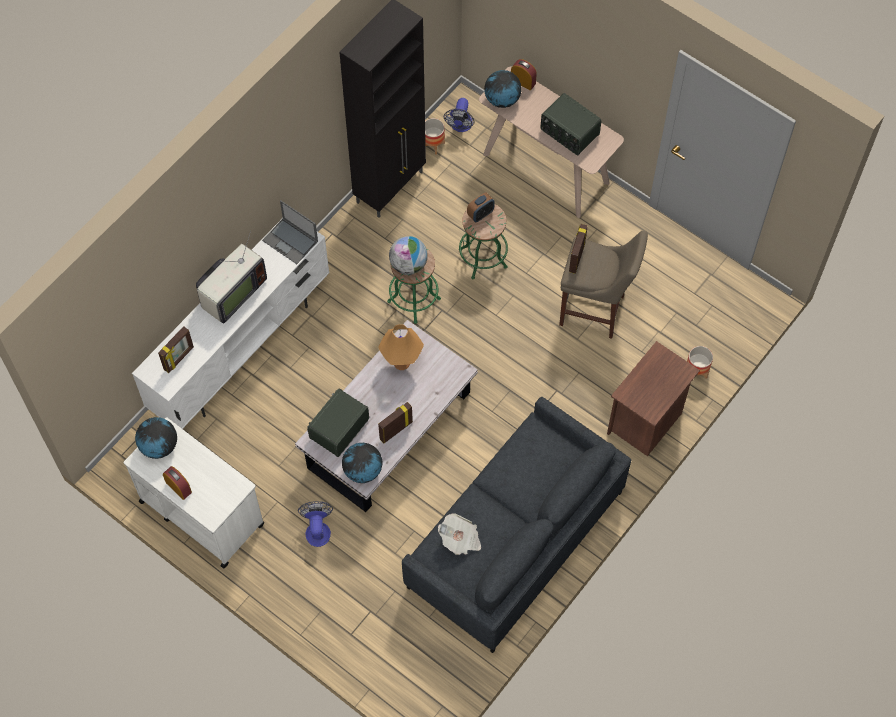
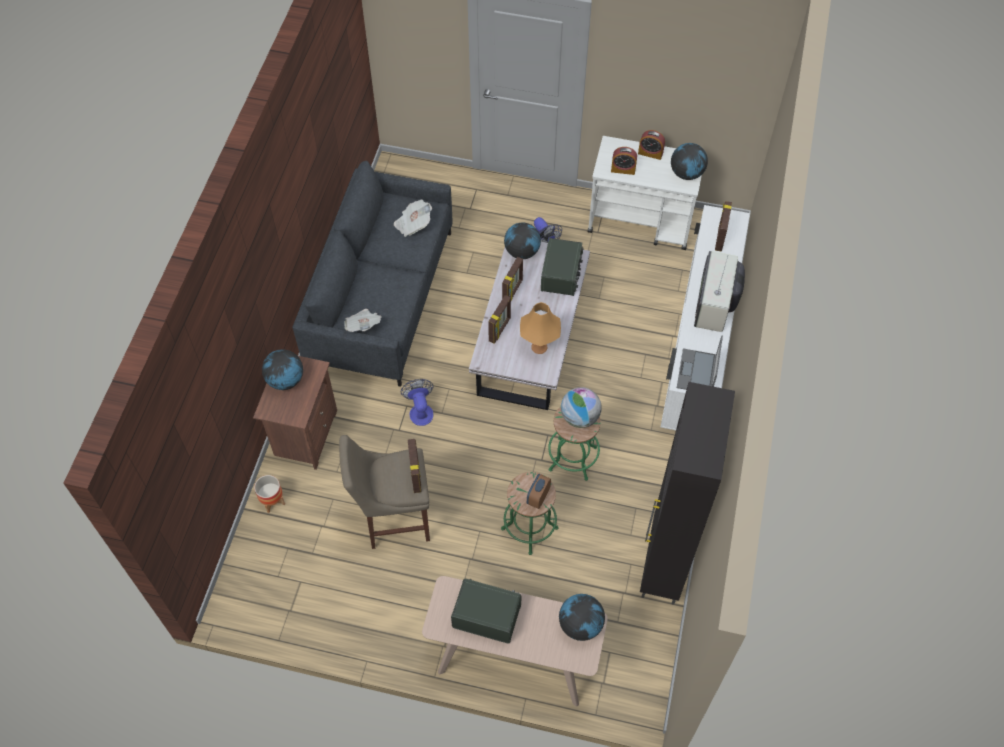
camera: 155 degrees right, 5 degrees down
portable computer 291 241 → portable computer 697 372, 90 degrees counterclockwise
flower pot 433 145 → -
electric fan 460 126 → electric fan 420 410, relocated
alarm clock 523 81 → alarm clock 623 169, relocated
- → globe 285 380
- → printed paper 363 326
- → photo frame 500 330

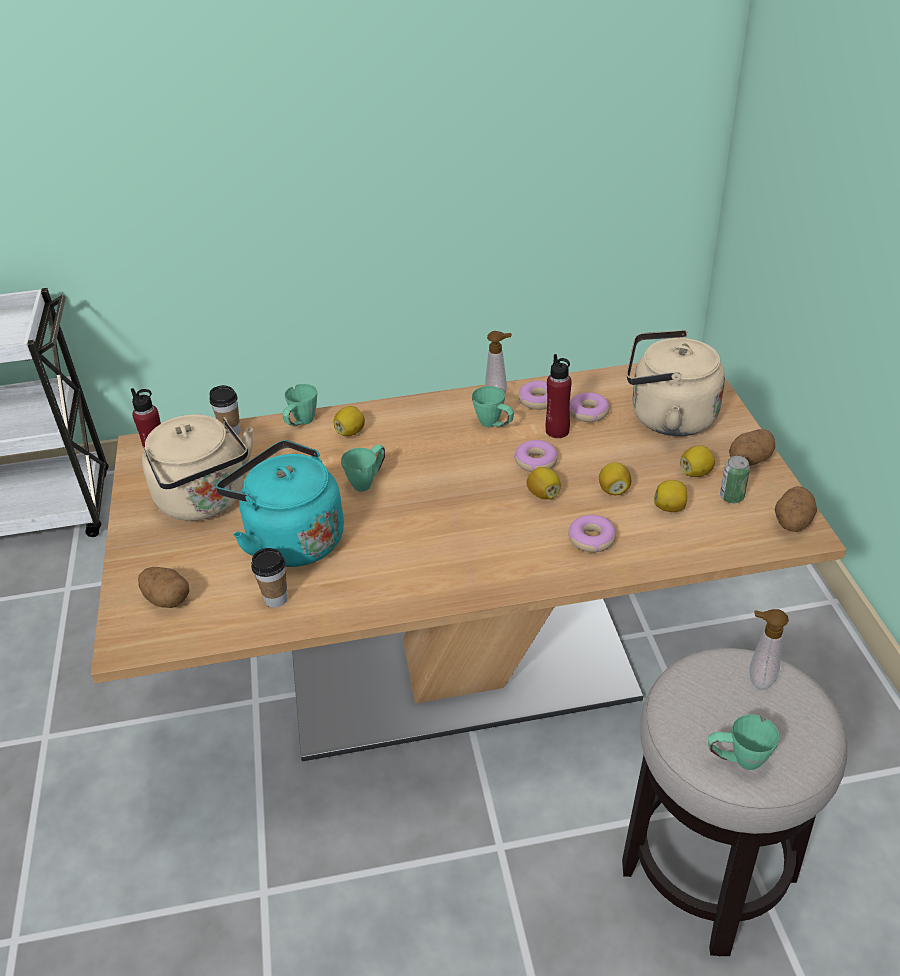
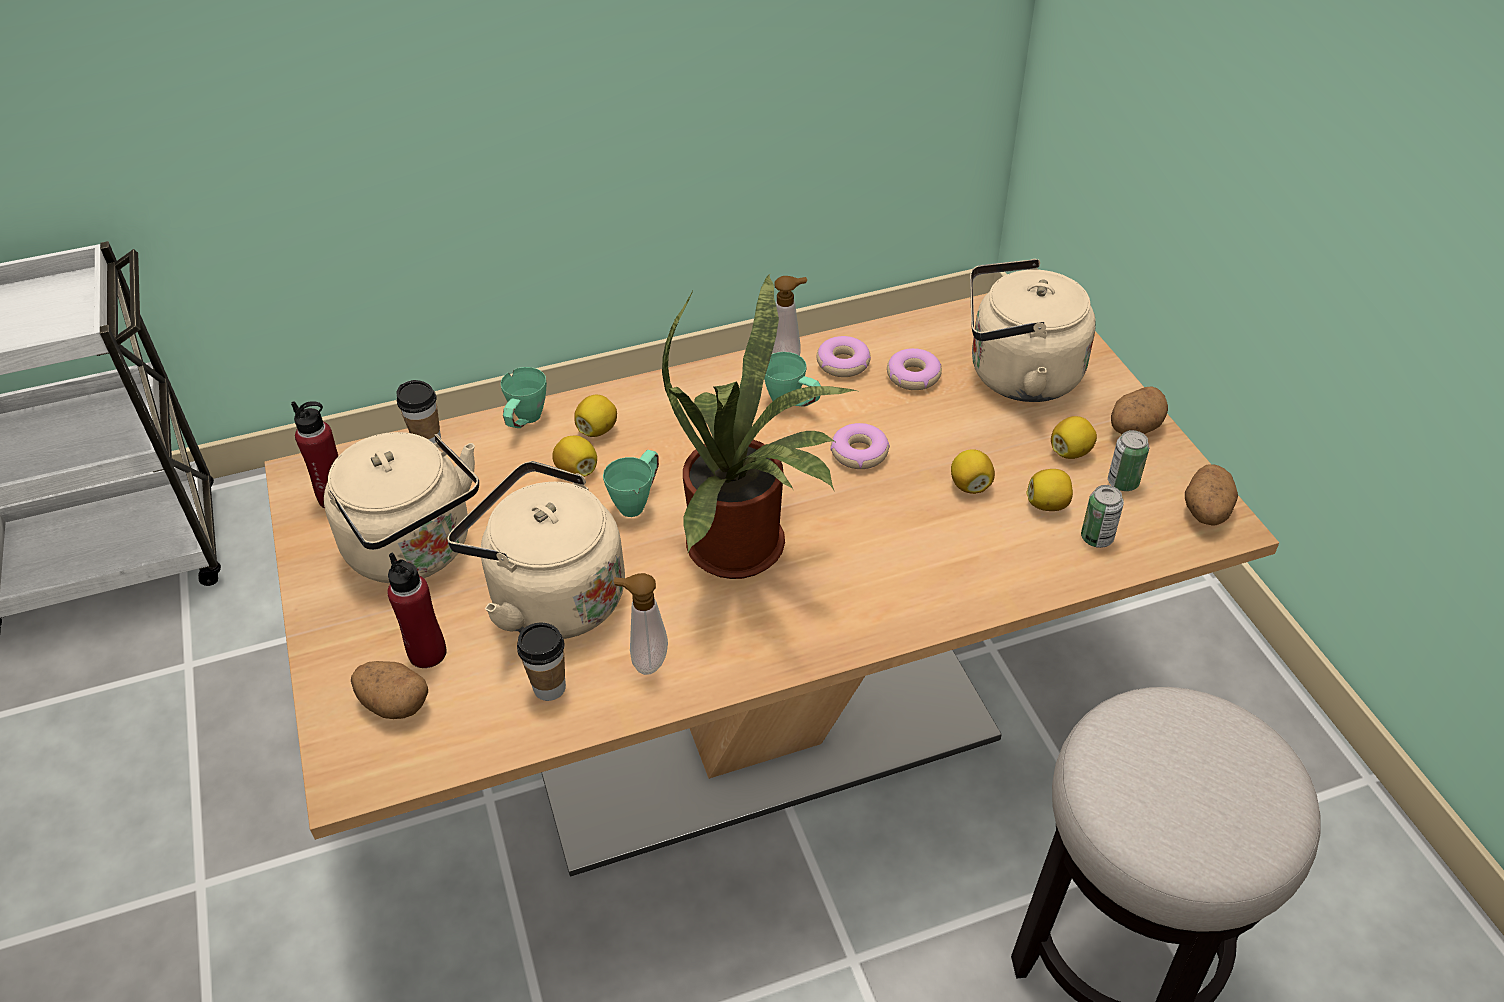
camera: 10 degrees left, 5 degrees up
turquoise-coloured water kettle 291 539 → beige-coloured water kettle 550 596
citrus fruit 543 494 → citrus fruit 577 470, relocated
red beverage bottle 557 431 → red beverage bottle 427 653, relocated
ring doughnut 591 539 → -
green-coloured mug 737 760 → -
liquid soap bottle 758 678 → liquid soap bottle 646 660, relocated
- → houseplant 746 550
- → can 1096 538

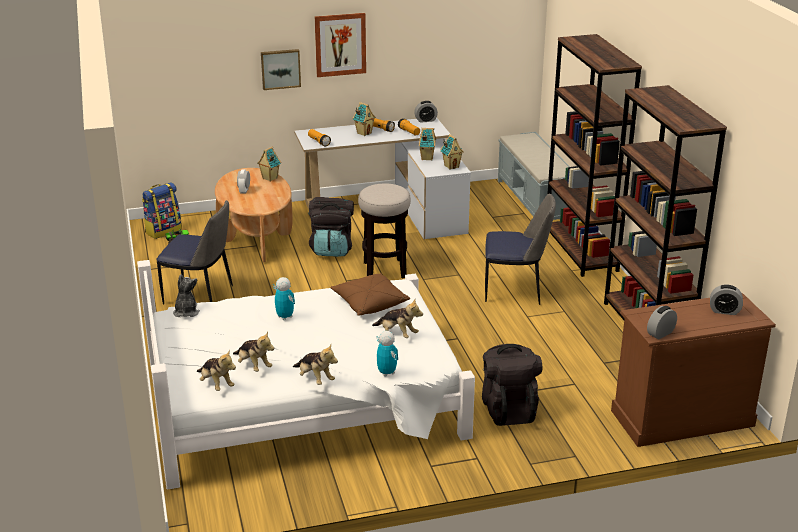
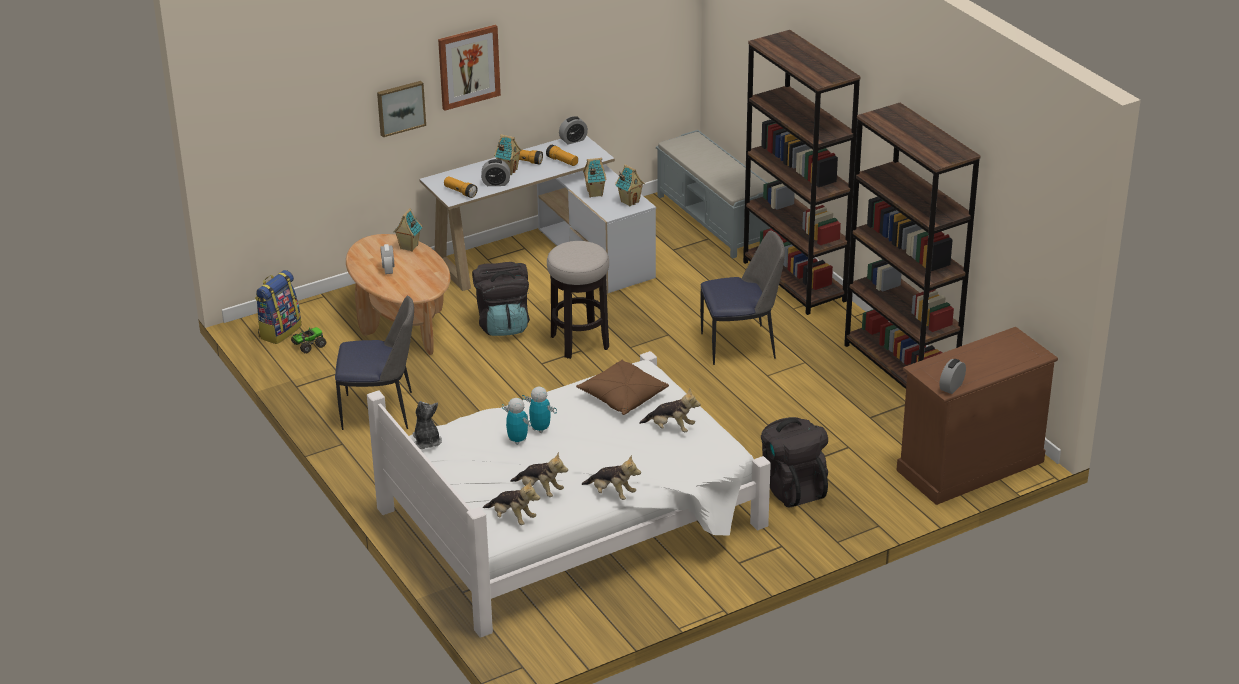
camera: 15 degrees left, 5 degrees up
toy robot 386 373 → toy robot 517 440, relocated
alarm clock 724 311 → alarm clock 496 183, relocated

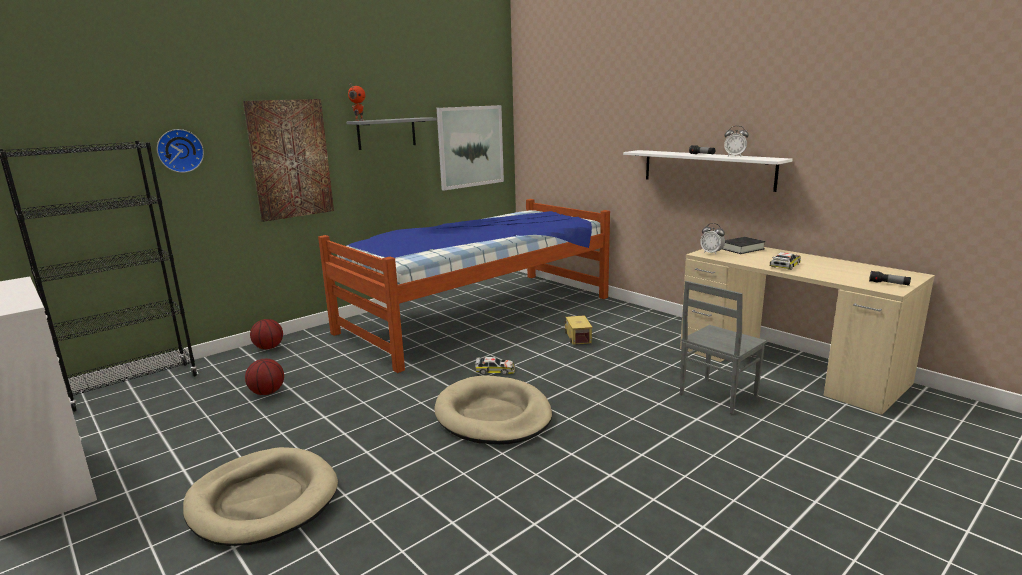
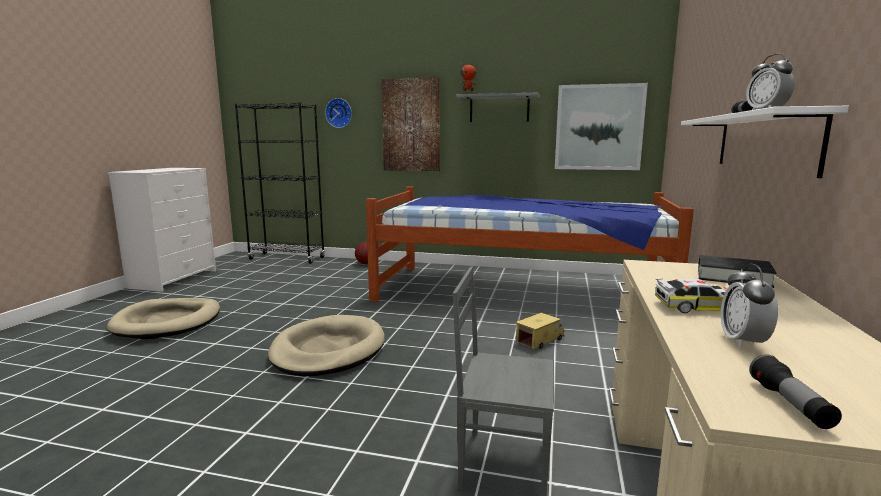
camera: 55 degrees right, 5 degrees down
basketball ball 267 393 → -
toy car 495 370 → -
alarm clock 711 253 → alarm clock 743 342, relocated

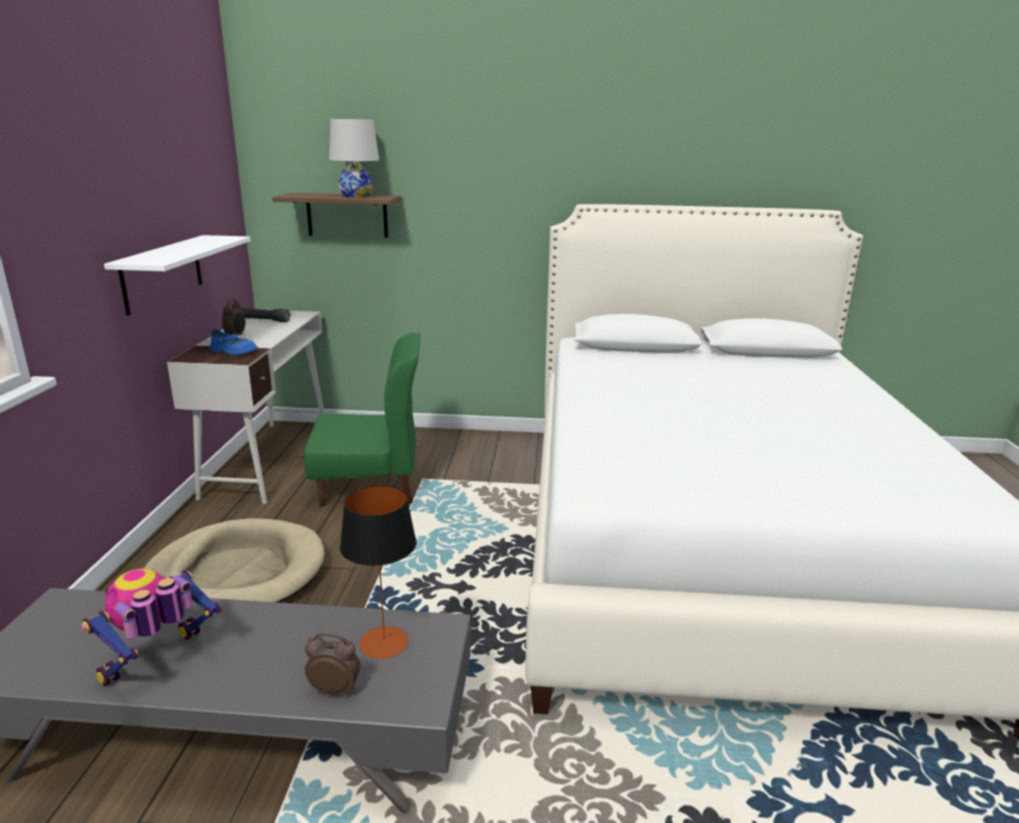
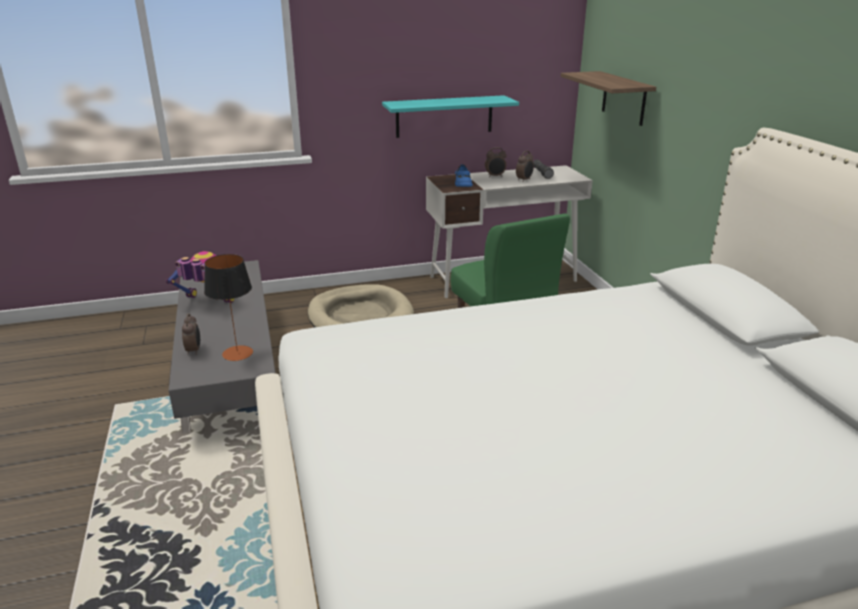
camera: 70 degrees right, 5 degrees up
whitish wall shelf 163 273 → turquoise-coloured wall shelf 444 116
whitish table lamp 356 196 → -
- → alarm clock 524 180

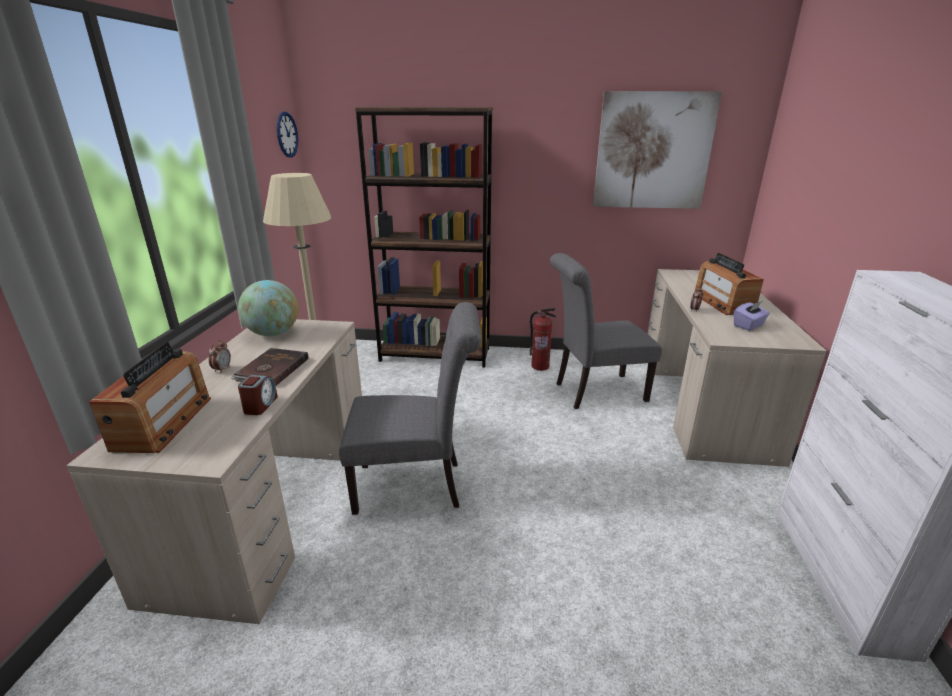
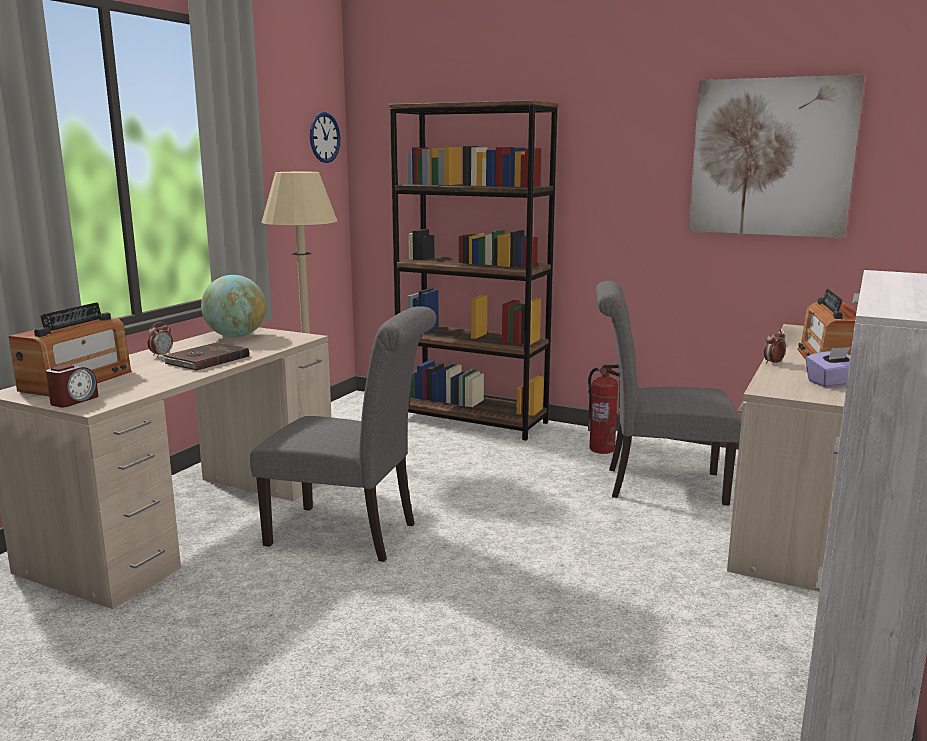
camera: 20 degrees right, 10 degrees down
alarm clock 260 405 → alarm clock 74 401, relocated

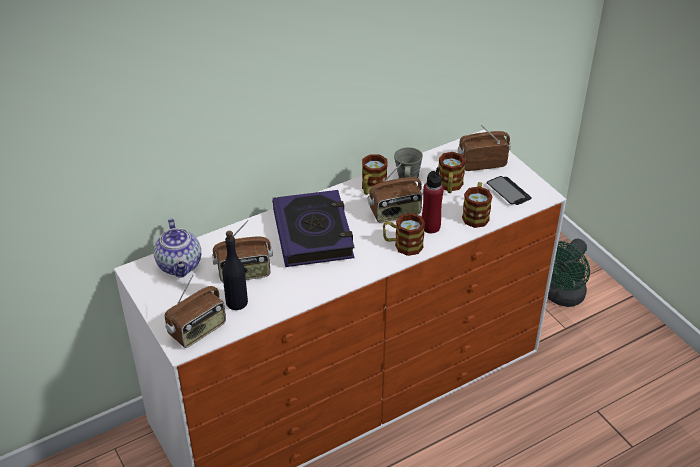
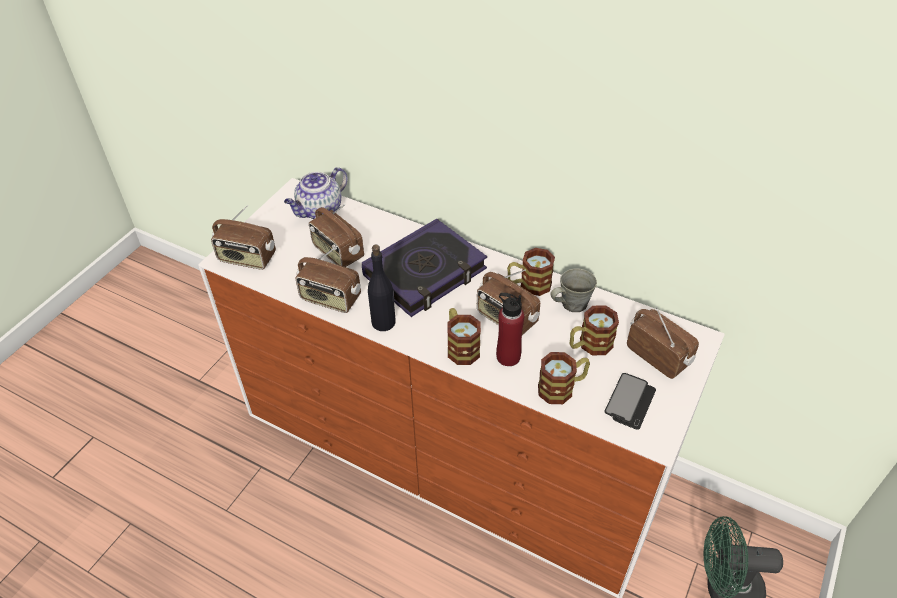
camera: 60 degrees right, 5 degrees up
black beverage bottle 237 302 → black beverage bottle 384 322, relocated
- → radio 330 299

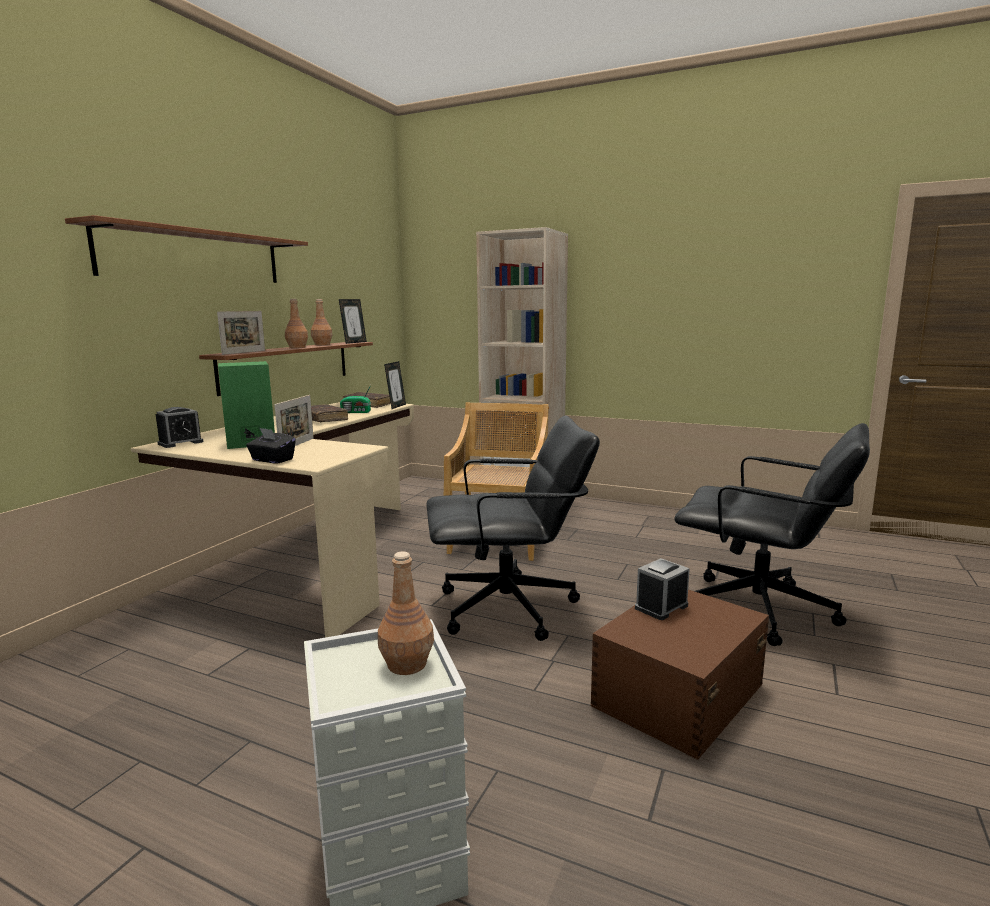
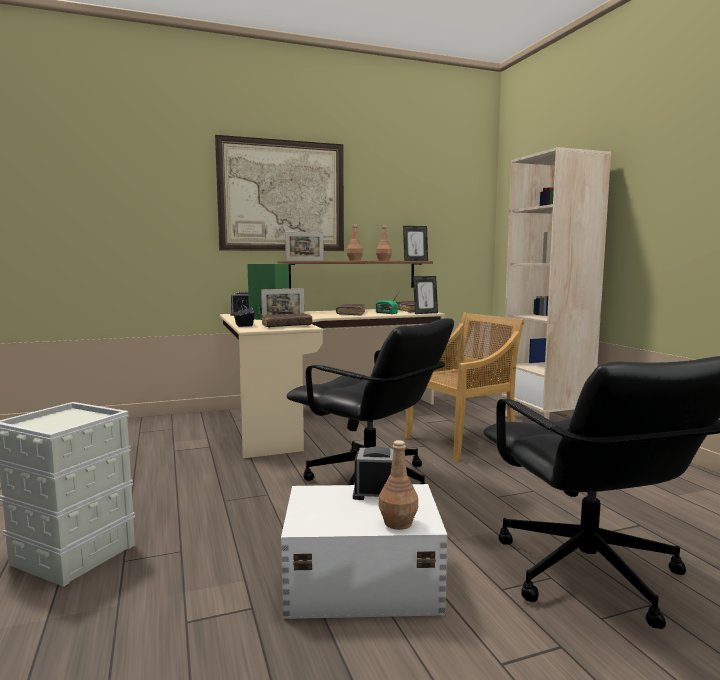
camera: 45 degrees right, 5 degrees down
wall shelf 195 256 → wall art 282 196
brownish beverage bottle 406 664 → brownish beverage bottle 398 522, relocated
brownish storage box 676 695 → whitish storage box 360 580
- → brownish book 286 326

